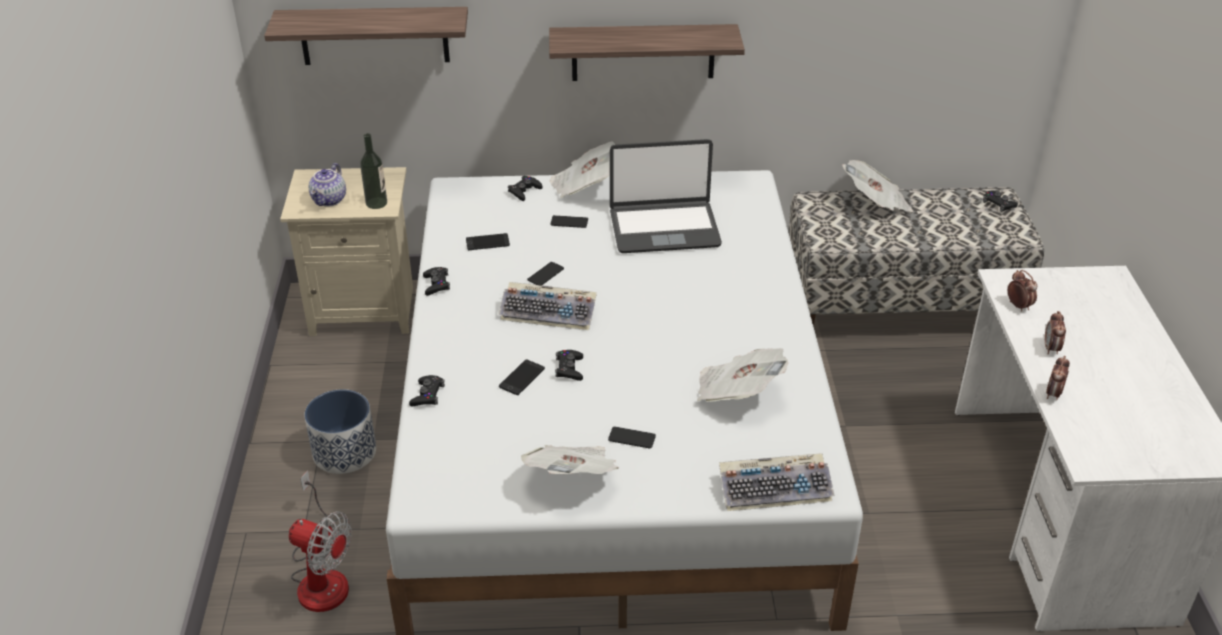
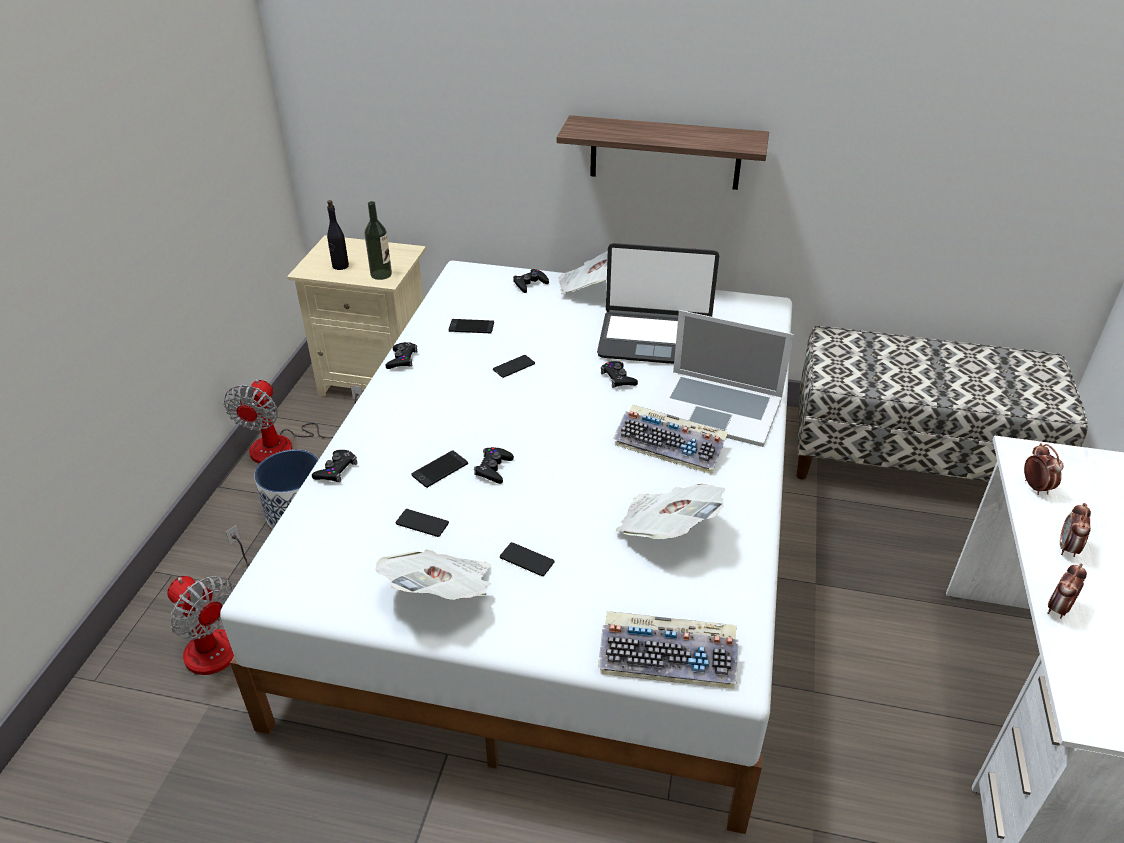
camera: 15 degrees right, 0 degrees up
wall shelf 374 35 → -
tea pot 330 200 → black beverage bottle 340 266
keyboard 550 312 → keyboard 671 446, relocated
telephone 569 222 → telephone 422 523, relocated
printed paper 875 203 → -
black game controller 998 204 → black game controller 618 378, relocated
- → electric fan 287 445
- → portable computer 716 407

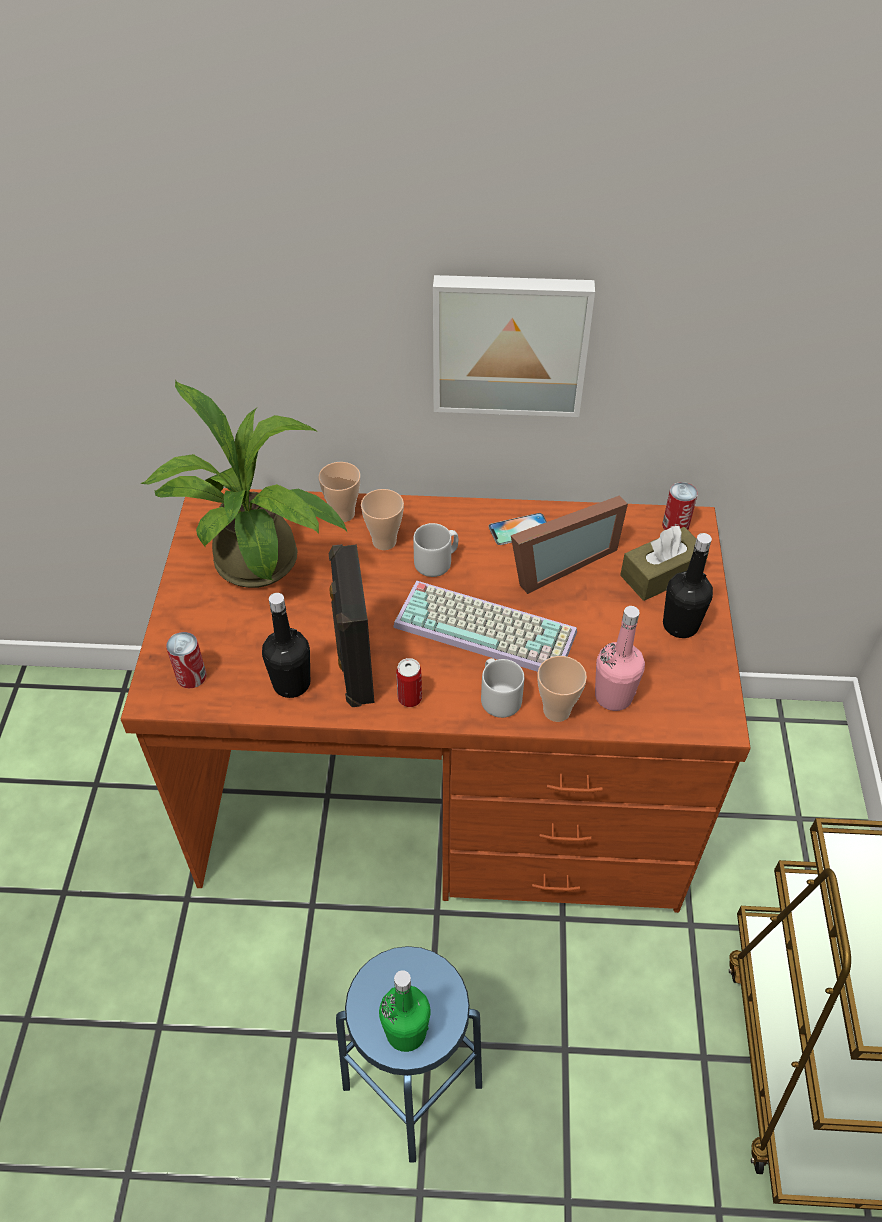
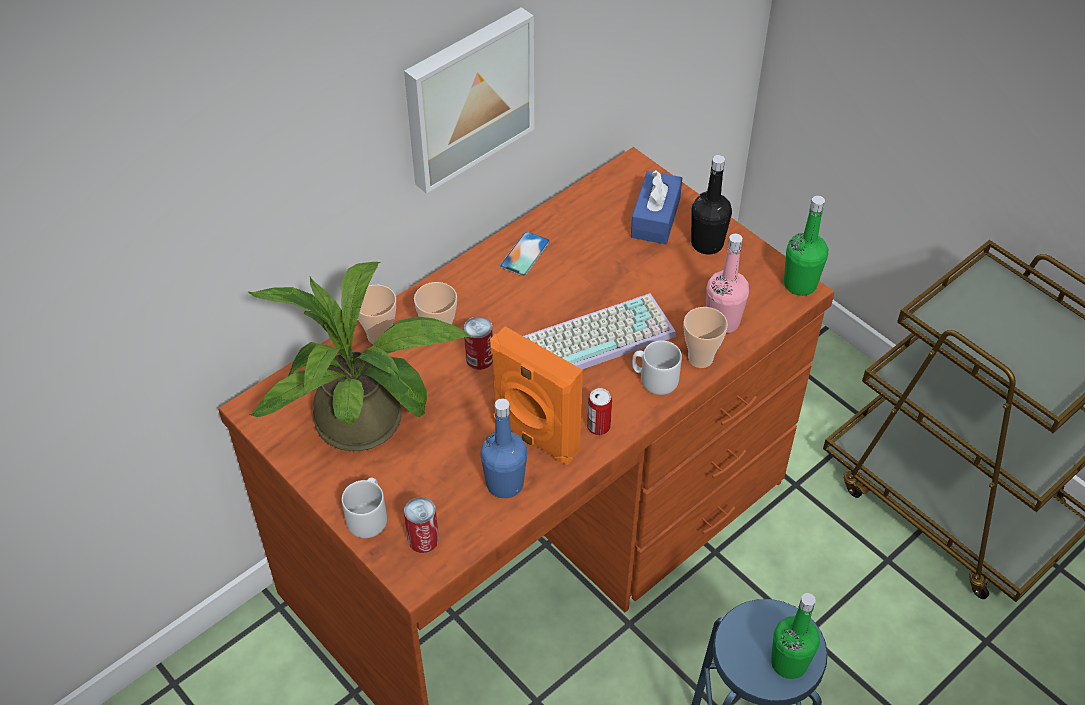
camera: 45 degrees left, 0 degrees up
black beverage bottle 291 683 → bluish beverage bottle 505 484
black audio speaker 354 668 → orangey audio speaker 534 437
grey mug 437 562 → grey mug 368 517, relocated
photo frame 557 562 → -
brownish tissue box 661 574 → bluish tissue box 655 218
can 675 525 → can 479 358, relocated
- → green-coloured beverage bottle 800 284

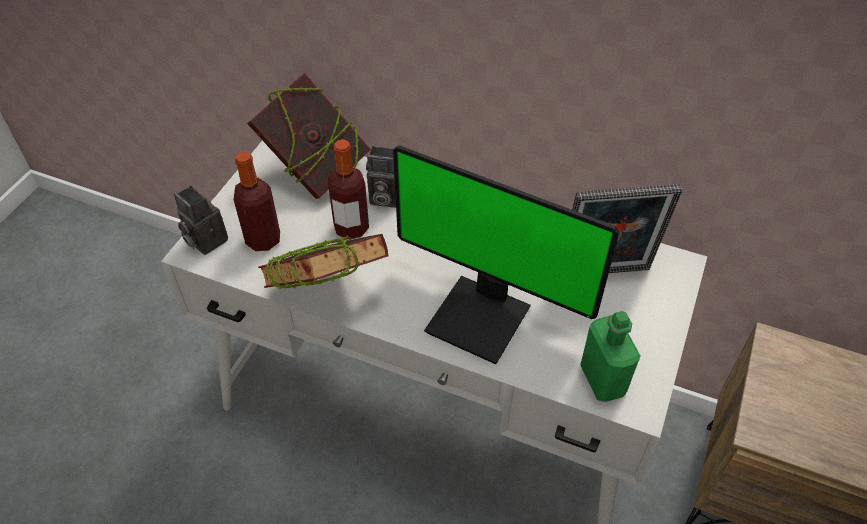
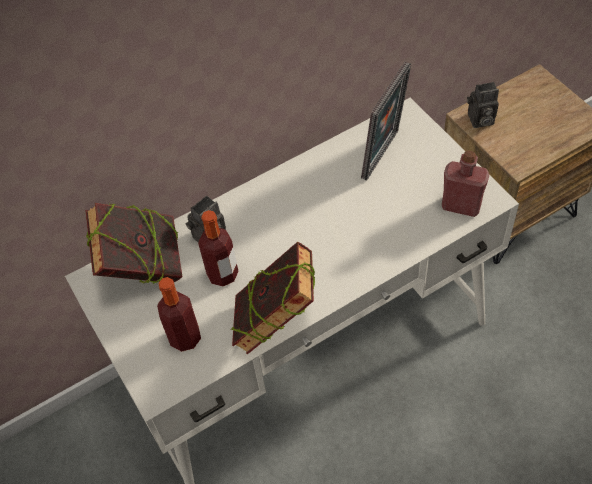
camera: 50 degrees left, 5 degrees up
photo camera 204 240 → photo camera 479 120, relocated
computer display 481 317 → -
green-coloured beverage bottle 602 380 → red beverage bottle 461 206

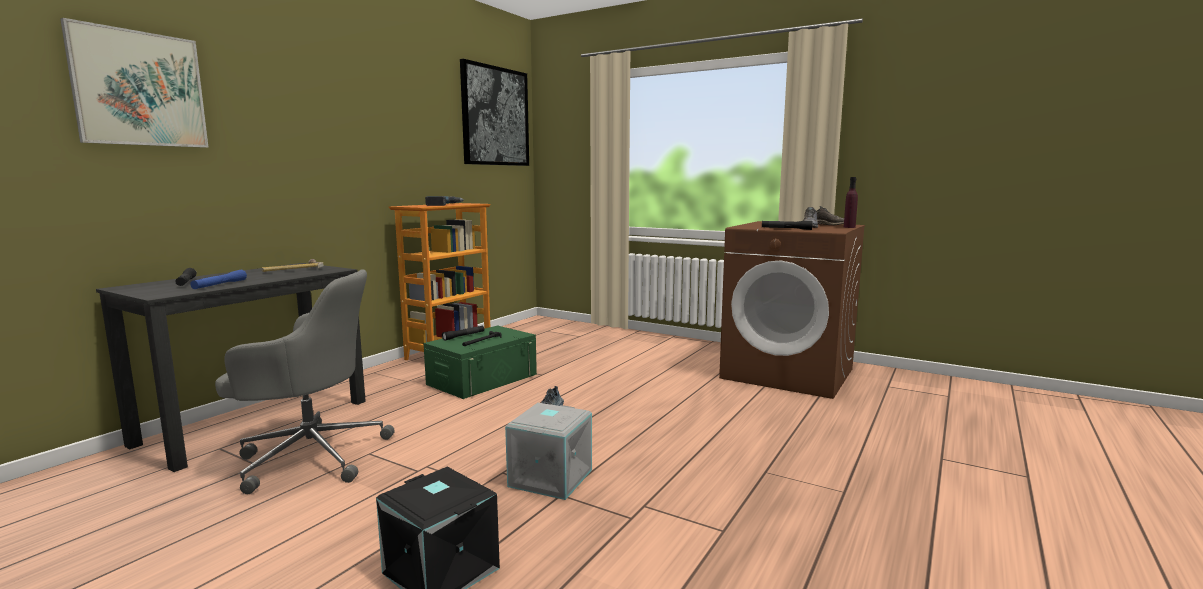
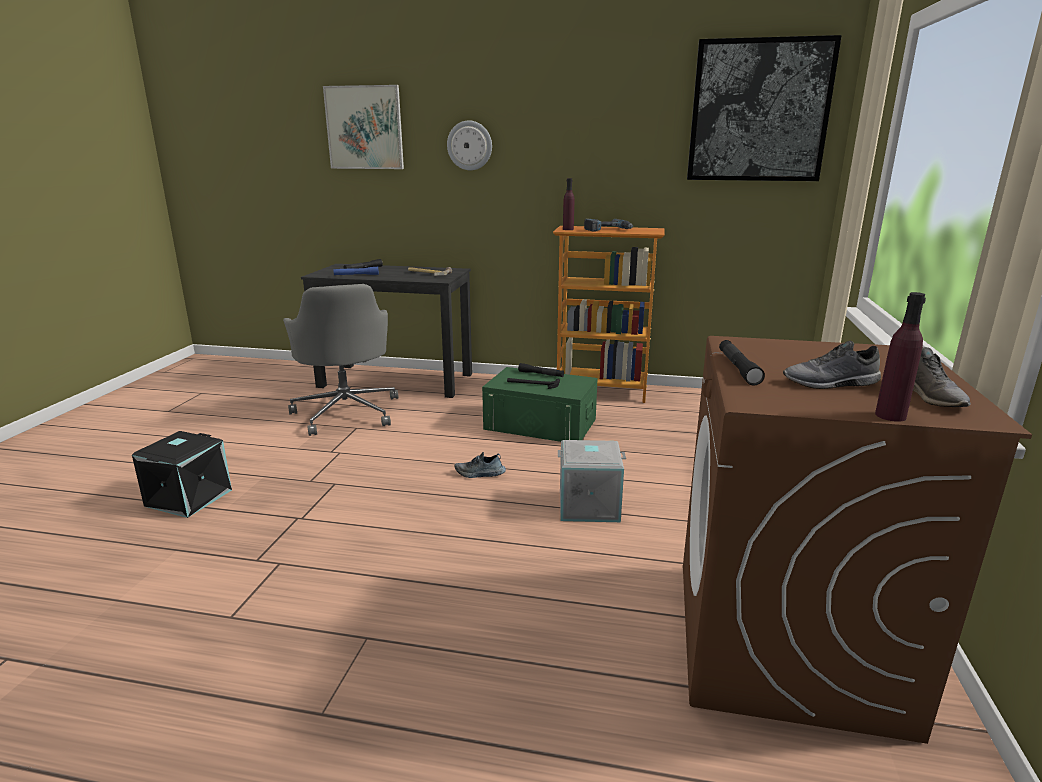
camera: 70 degrees right, 10 degrees up
grey storage box 549 477 → grey storage box 589 505, relocated
- → hanging clock 469 145
- → purple-coloured beverage bottle 568 229

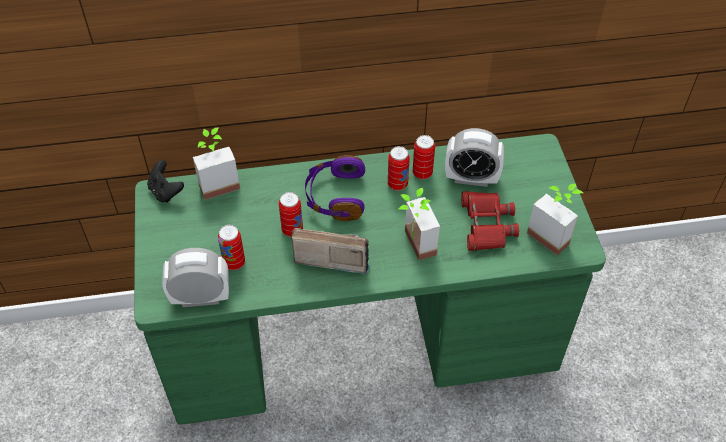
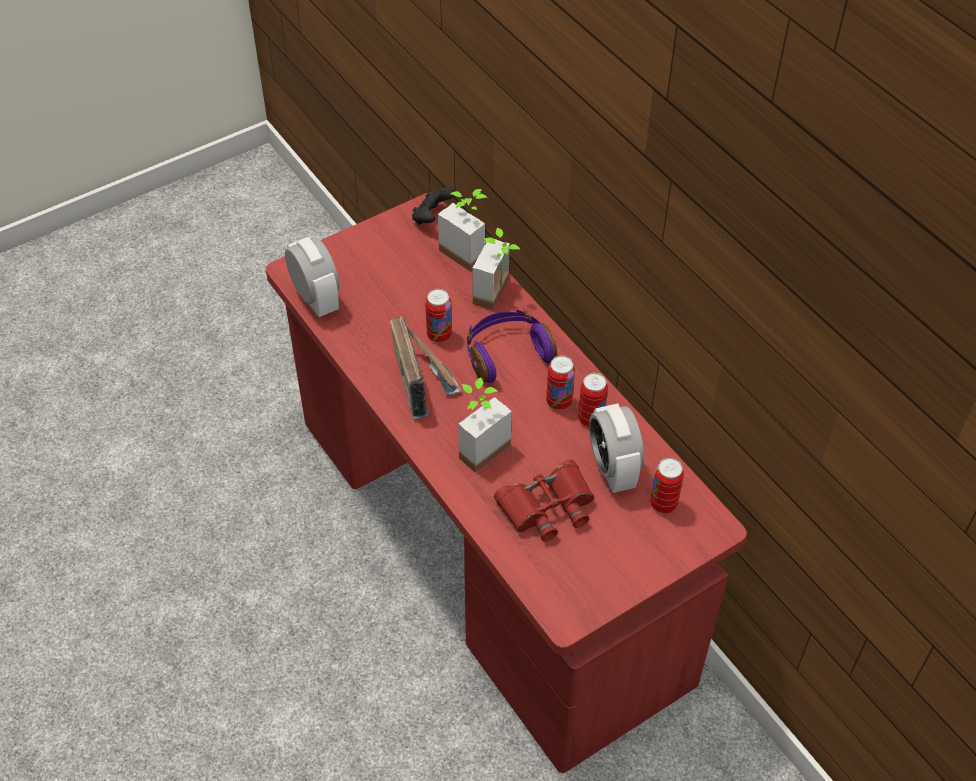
camera: 65 degrees right, 0 degrees up
green-coloured desk unit 362 344 → red desk unit 488 549
can 234 263 → can 663 504, relocated
houseplant 553 234 → houseplant 499 294, relocated

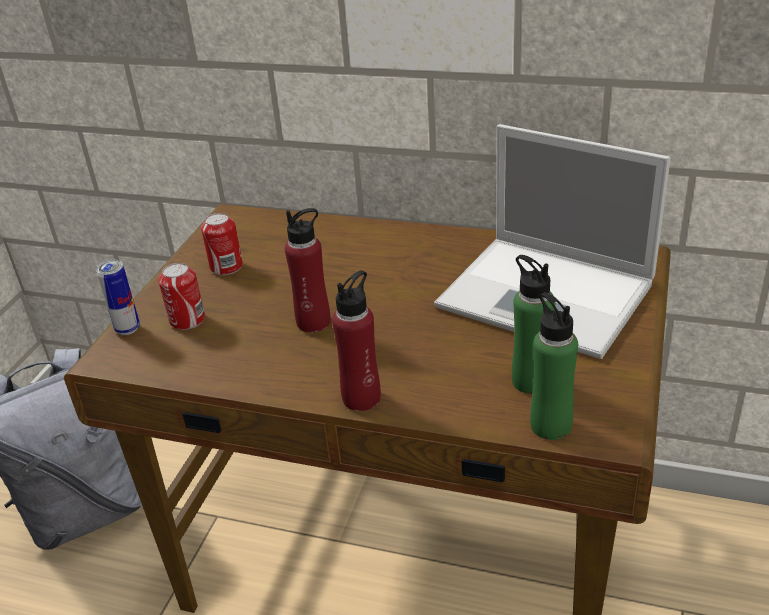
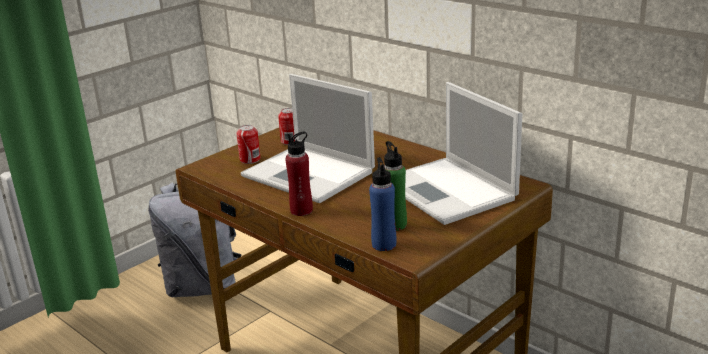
camera: 25 degrees right, 10 degrees down
can 127 329 → -
red beverage bottle 313 322 → portable computer 310 174
green-coloured beverage bottle 550 425 → bluish beverage bottle 384 244

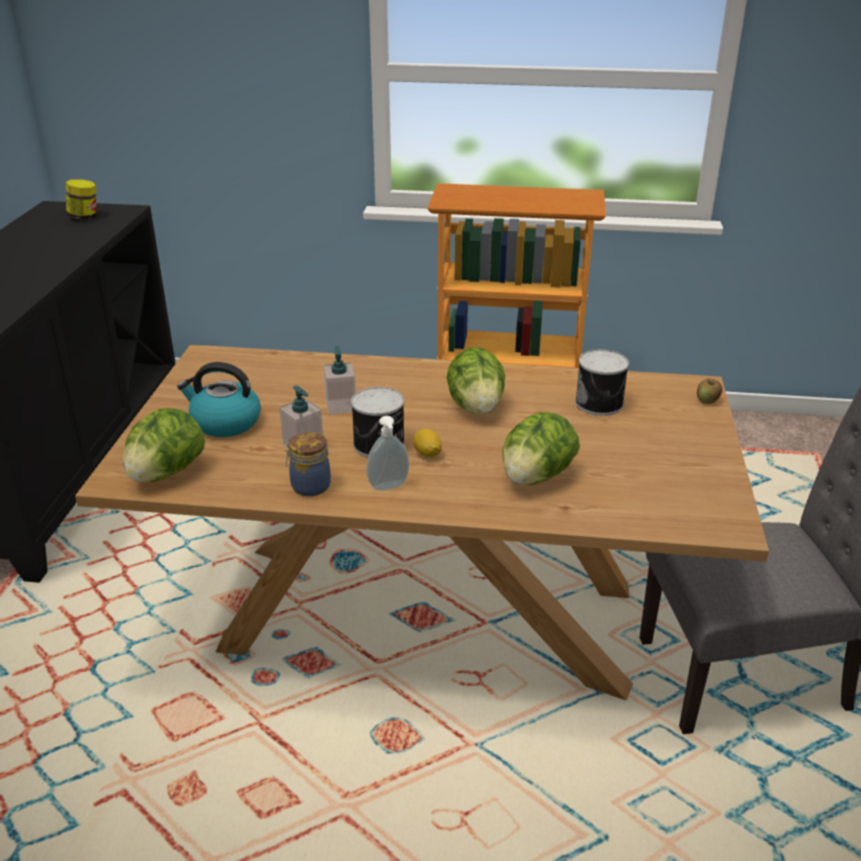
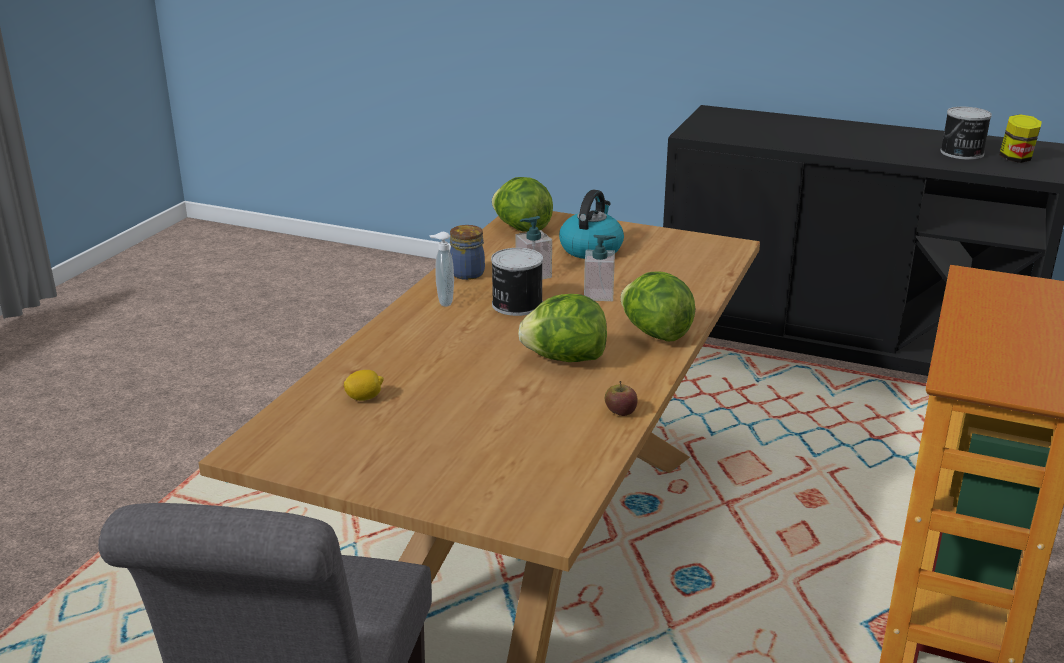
camera: 105 degrees right, 5 degrees down
citrus fruit 427 454 → citrus fruit 364 398, relocated
lettuce head 536 477 → lettuce head 655 333, relocated
can 600 403 → can 962 153, relocated
apple 707 400 → apple 620 412, relocated

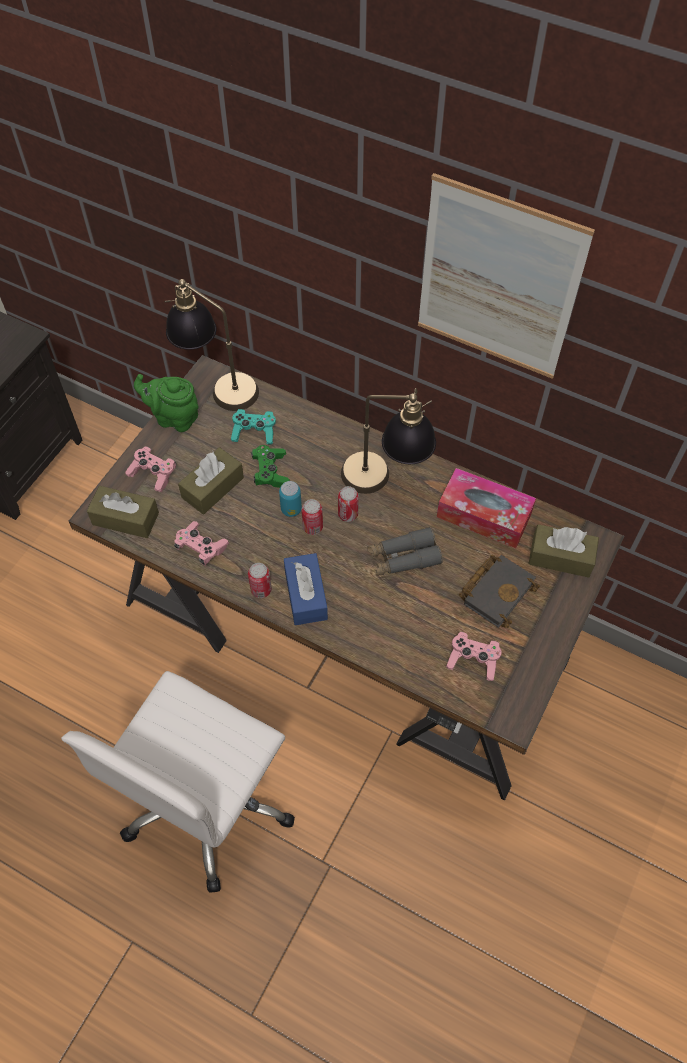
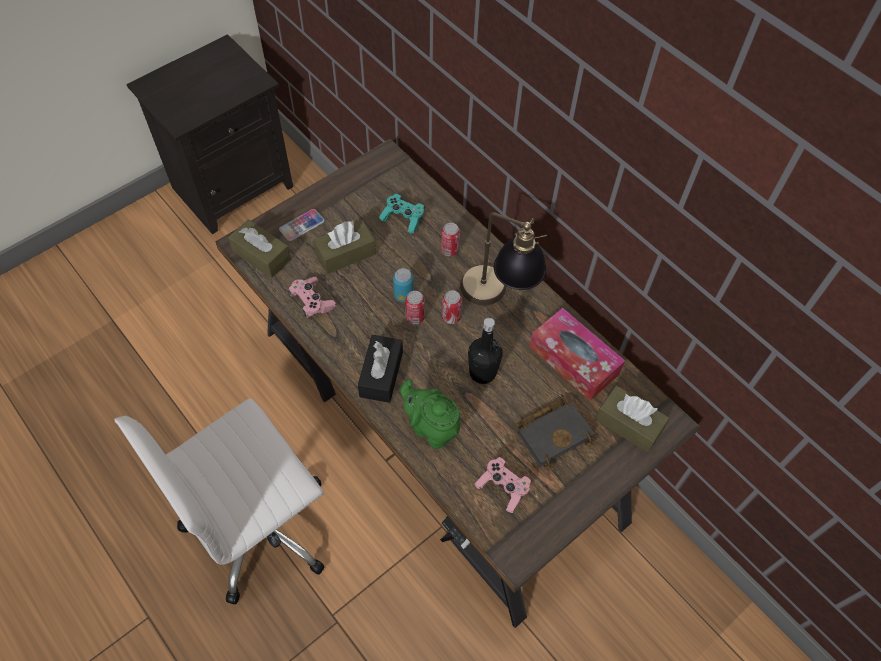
camera: 20 degrees right, 0 degrees up
pink-coloured game controller 153 474 → telephone 302 225
green-coloured tea pot 174 418 → green-coloured tea pot 431 427, relocated
table lamp 217 386 → -
can 261 589 → can 450 250, relocated
green-coloured game controller 270 472 → -
bluish tissue box 306 595 → black tissue box 381 374
grey field glasses 403 557 → black beverage bottle 482 372
wall art 497 281 → -

